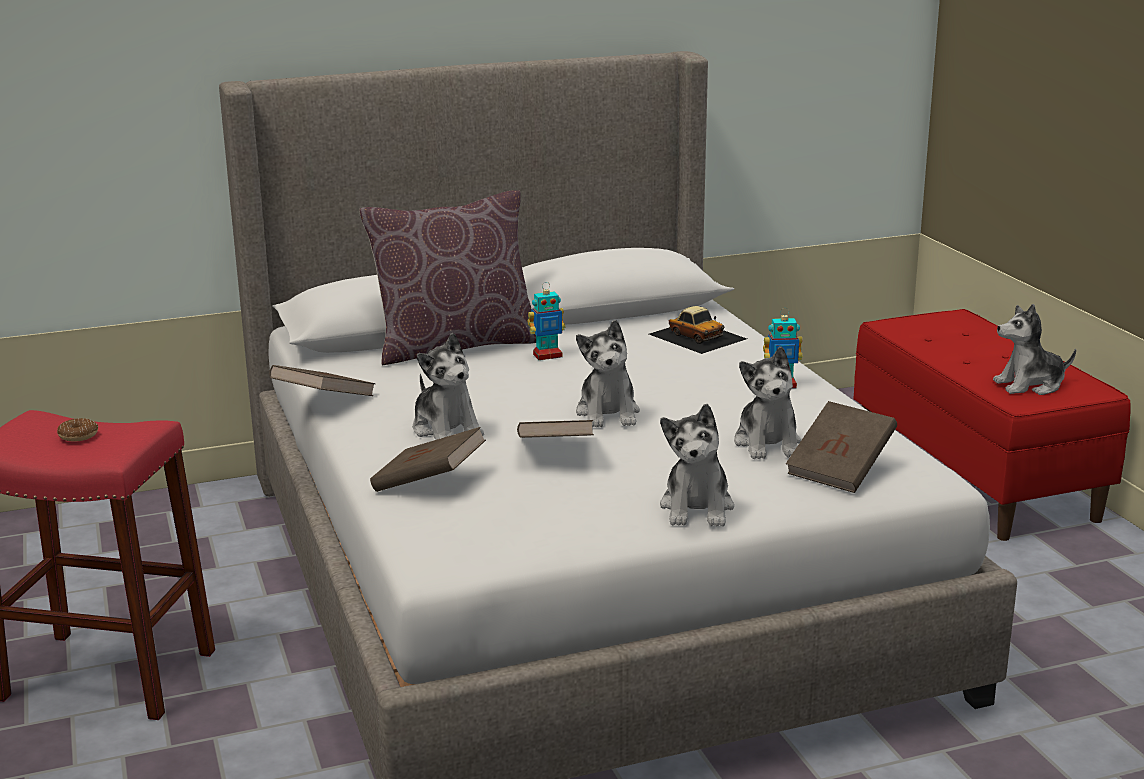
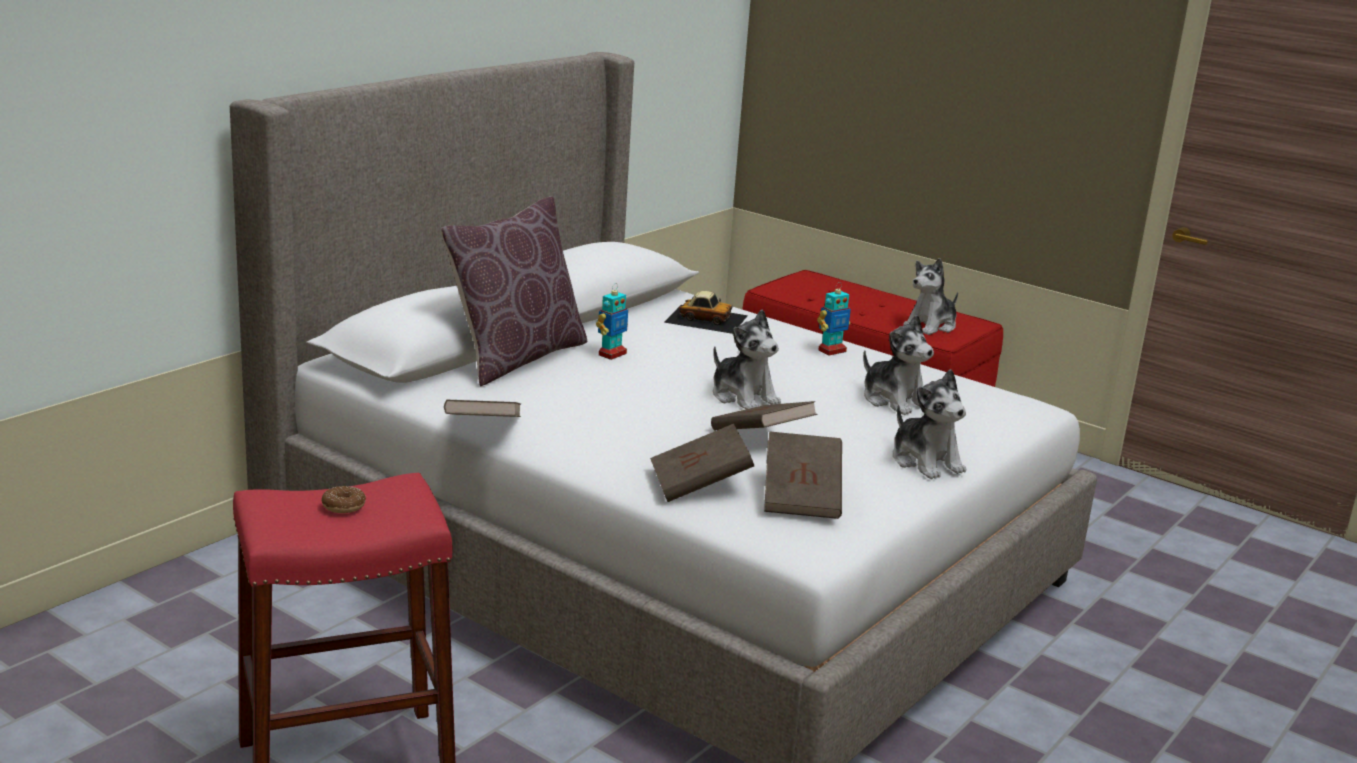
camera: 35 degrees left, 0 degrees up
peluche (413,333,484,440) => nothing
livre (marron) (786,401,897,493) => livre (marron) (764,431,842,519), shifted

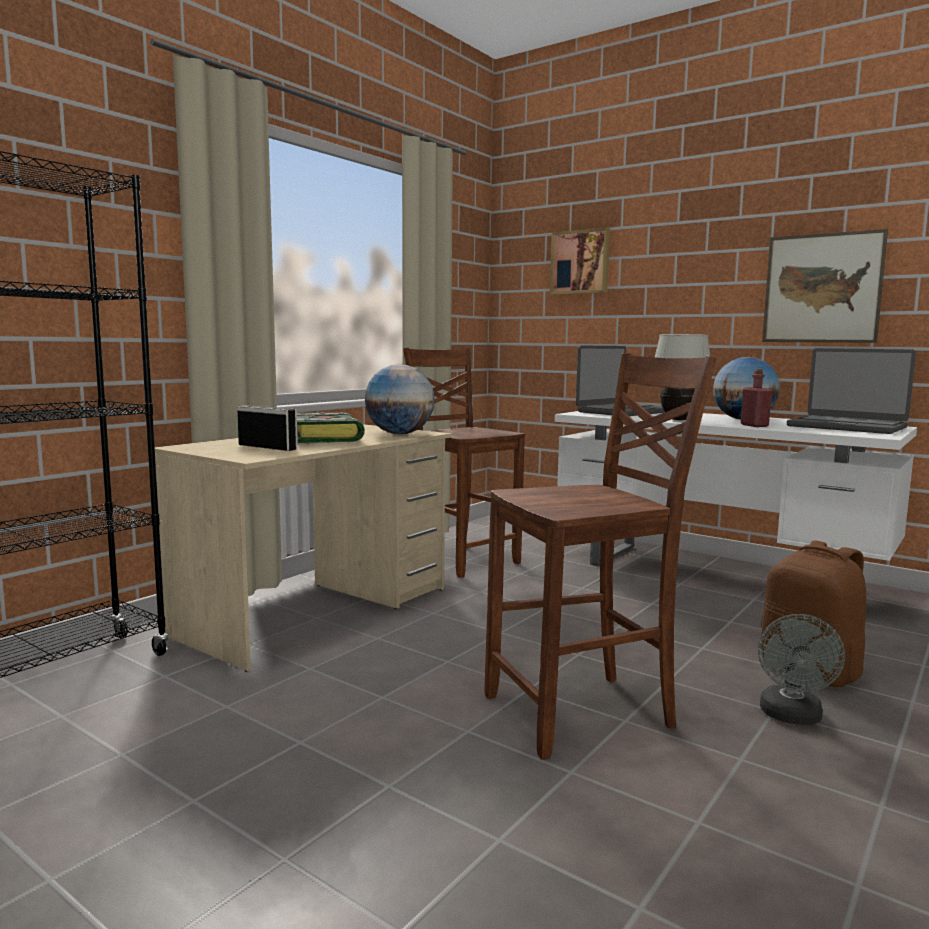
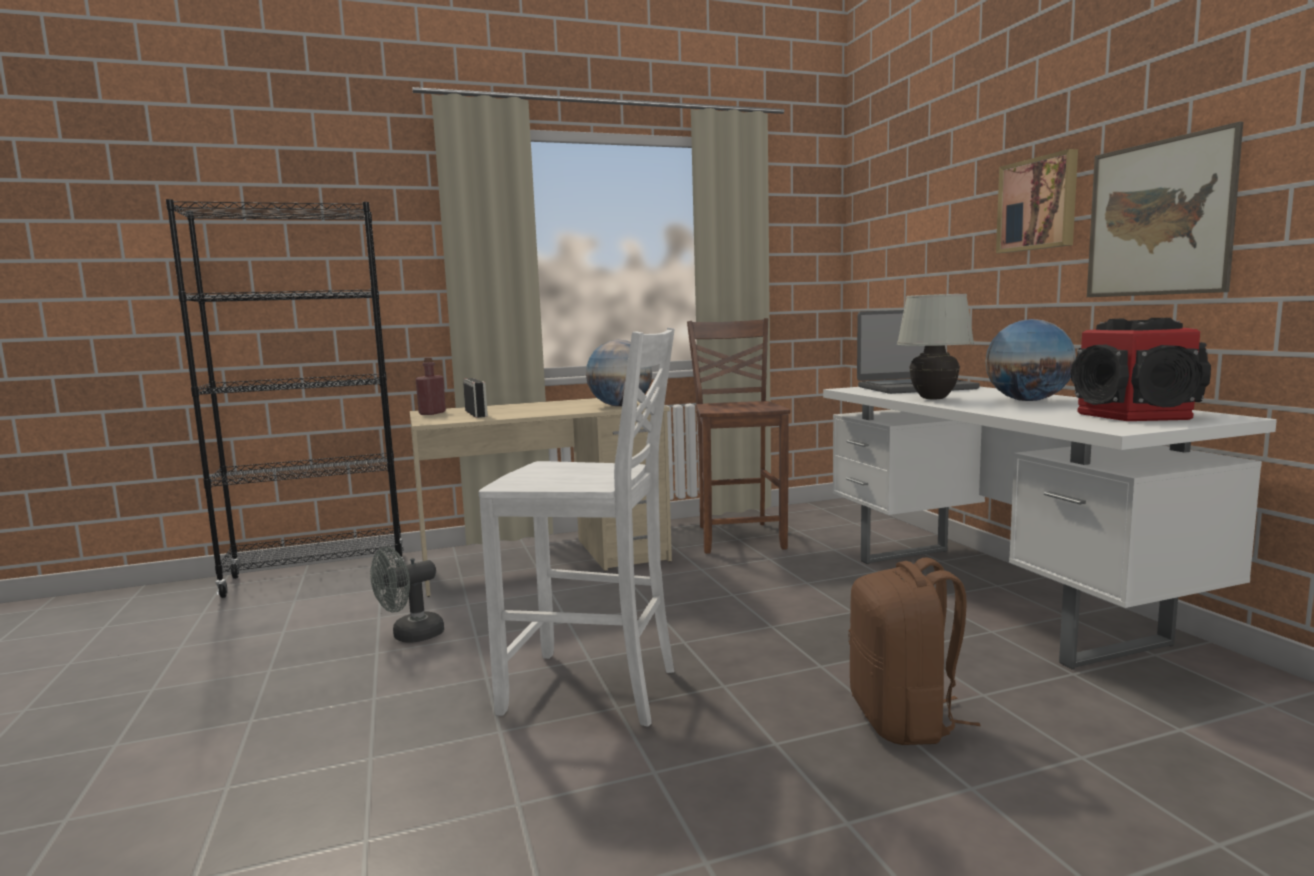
camera: 35 degrees right, 0 degrees up
livre (297,412,365,444) => nothing
tableau (550,228,610,294) => tableau (996,149,1078,253), shifted
bouteille (rouge) (741,369,772,427) => bouteille (rouge) (416,357,446,415), shifted
ventilateur (gris) (758,614,845,725) => ventilateur (gris) (370,547,444,643), shifted
ordinateur portable (787,348,916,434) => enceinte (1071,318,1211,421)
chaise (marron) (485,353,716,760) => chaise (blanc) (479,328,674,727)

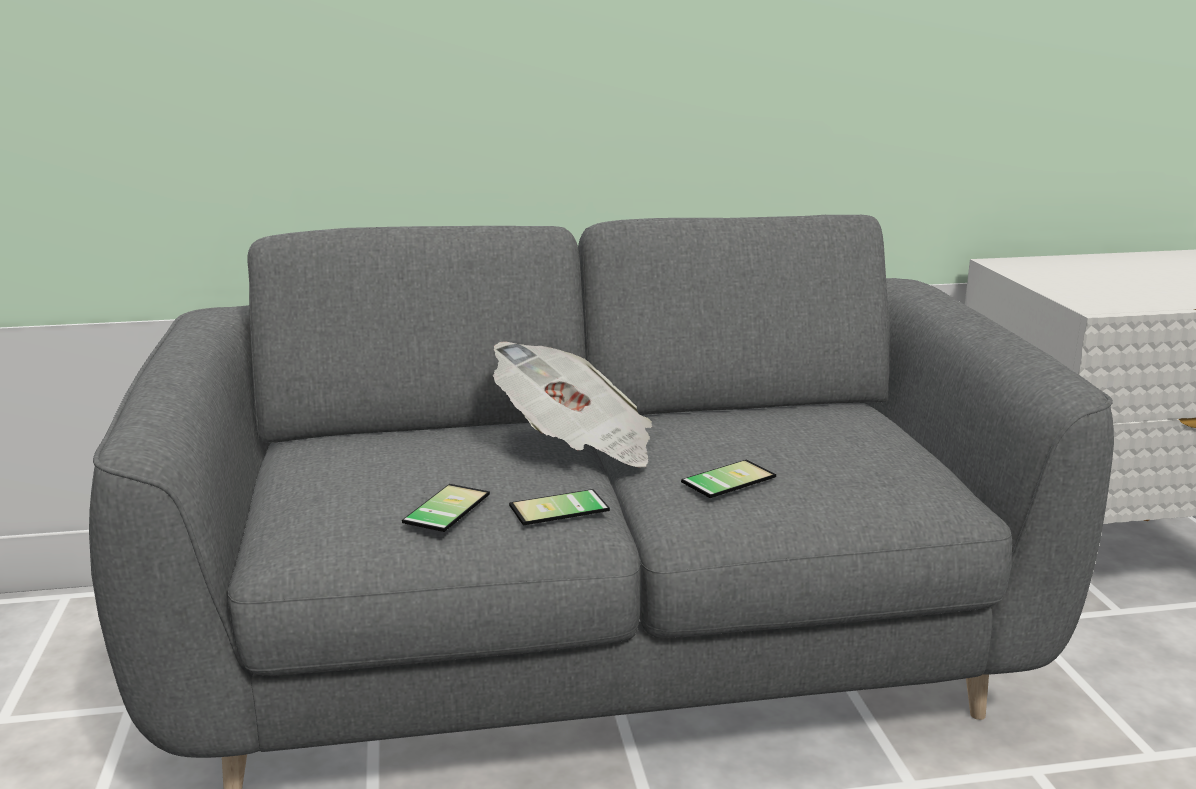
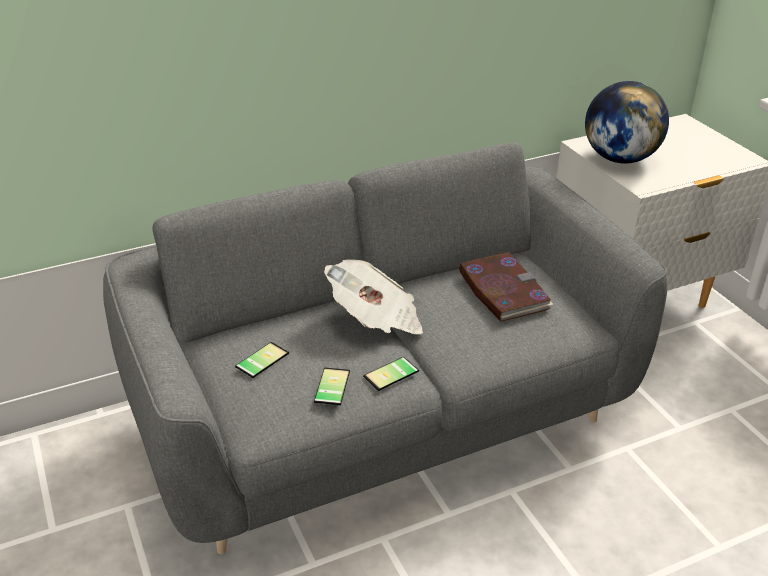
camera: 15 degrees left, 15 degrees up
nothing => livre (459,252,554,322)
nothing => globe (585,81,669,164)
téléphone (681,460,776,498) => téléphone (235,342,289,378), shifted

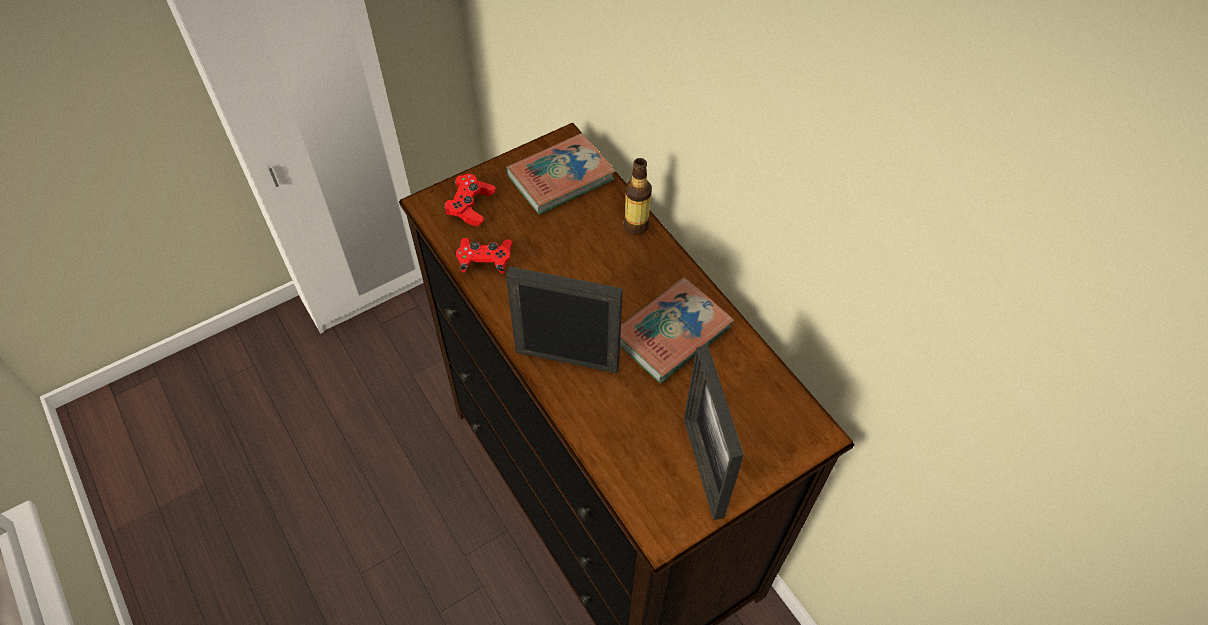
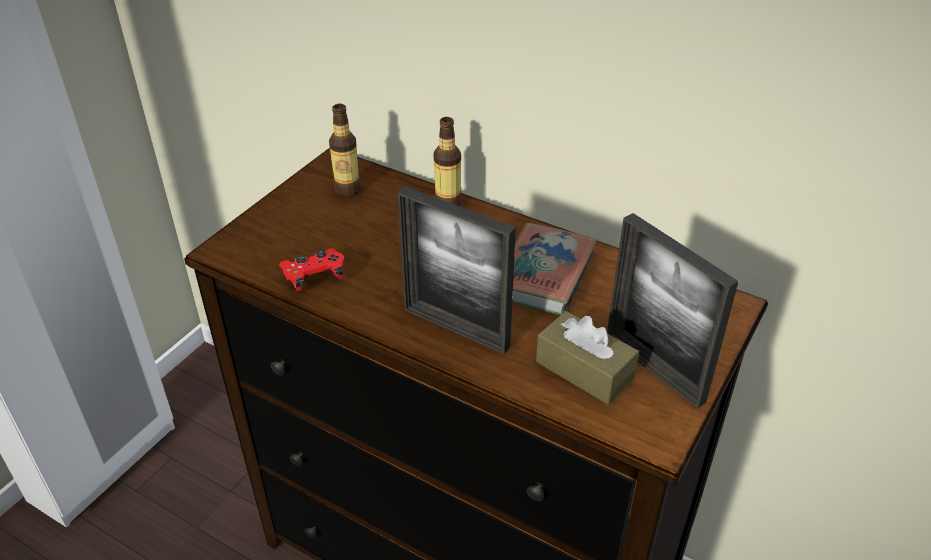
camera: 25 degrees left, 15 degrees down
manette (rouge) (443,174,496,226) => nothing
nothing => boîte à mouchoirs (marron) (536,311,639,404)
livre (506,133,615,215) => bouteille (329,104,361,197)
cadre photo (506,266,623,373) => cadre photo (398,186,516,354), 135 degrees counterclockwise

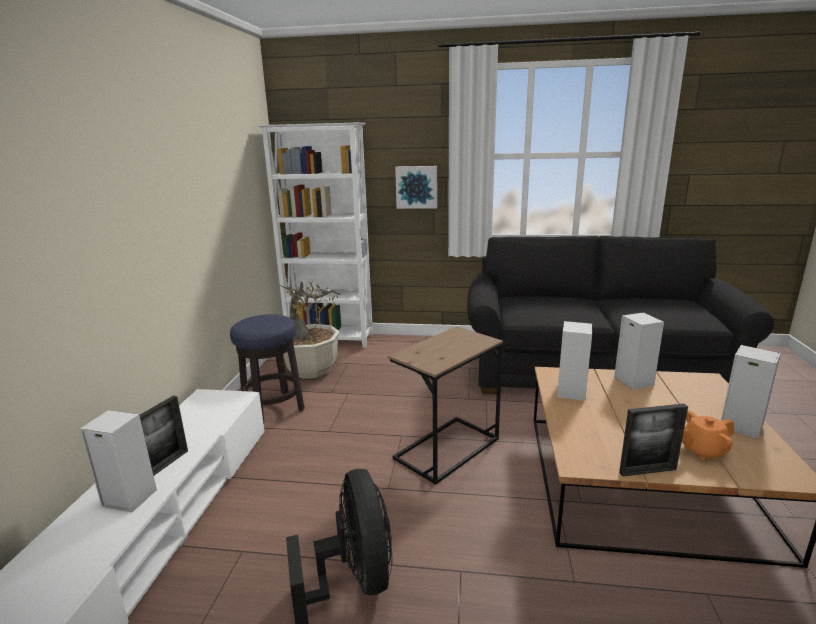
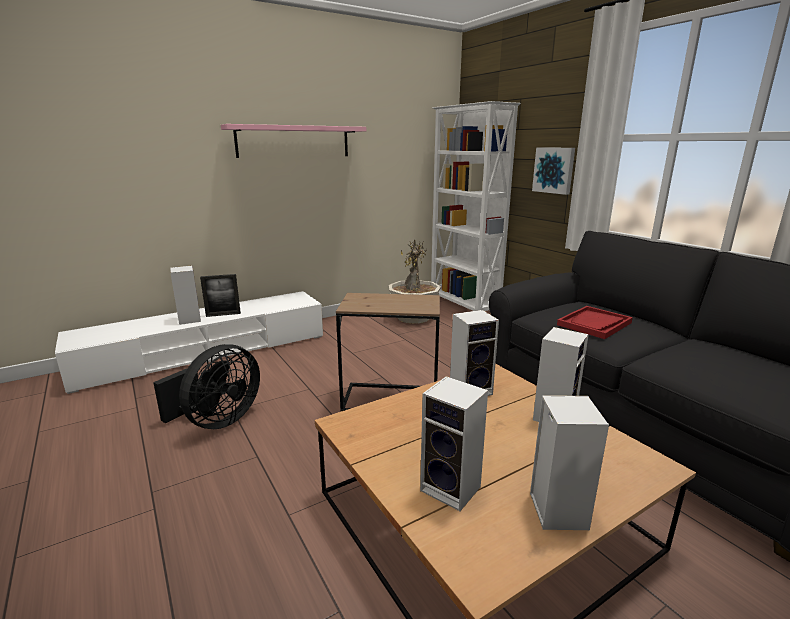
camera: 50 degrees right, 0 degrees up
tabouret (230,314,304,423) => nothing
cadre photo (619,404,688,477) => nothing
nothing => étagère (rose) (221,124,366,158)
nothing => plateau (rouge) (557,306,633,339)
théière (orange) (682,411,734,461) => enceinte (420,376,488,511)

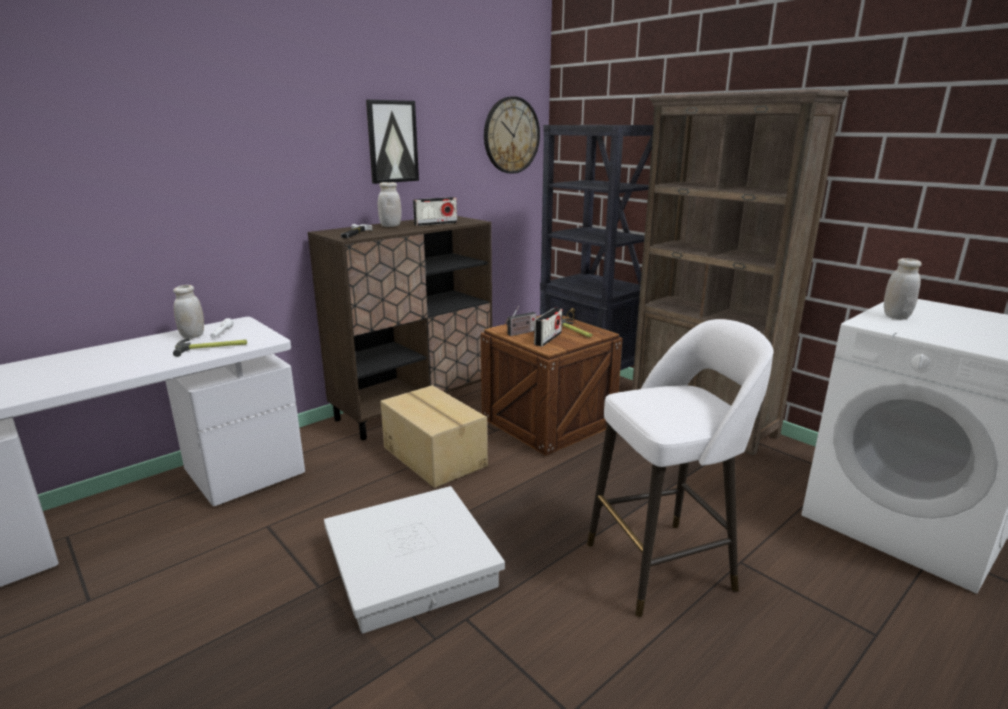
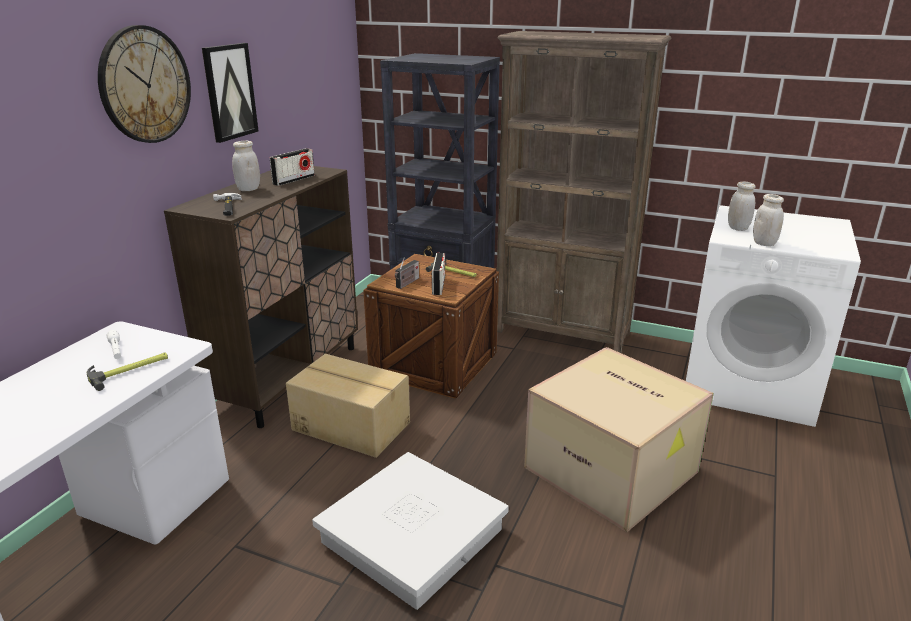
camera: 25 degrees left, 5 degrees up
bocal (blanc) (173,285,204,339) => bocal (blanc) (753,194,784,246), shifted
horloge murale (484,96,540,174) => horloge murale (98,25,191,143), shifted
tabouret (blanc) (587,319,773,617) => carton (524,347,714,532)

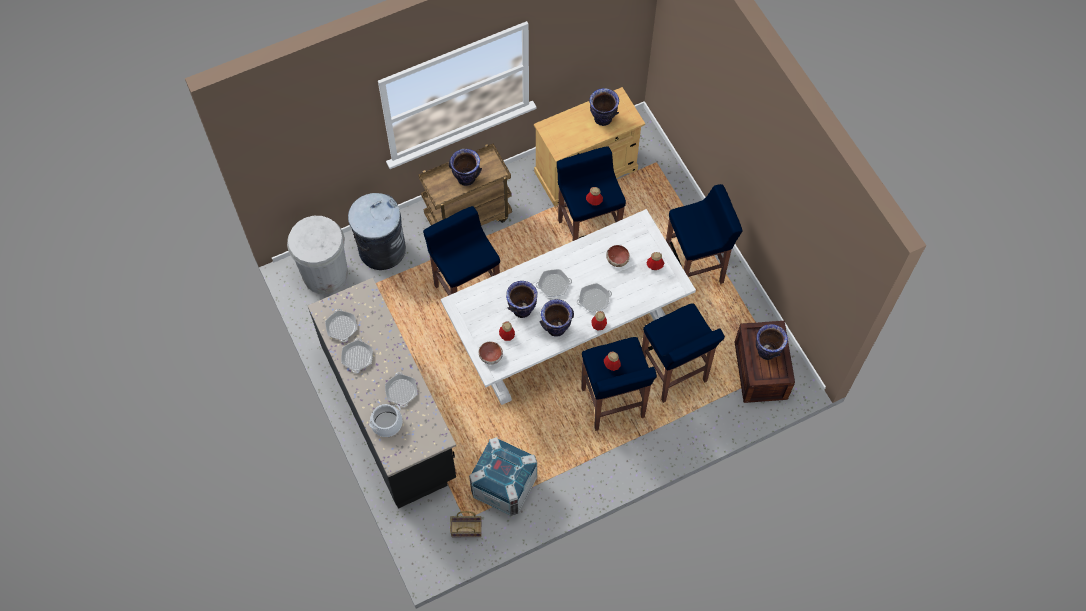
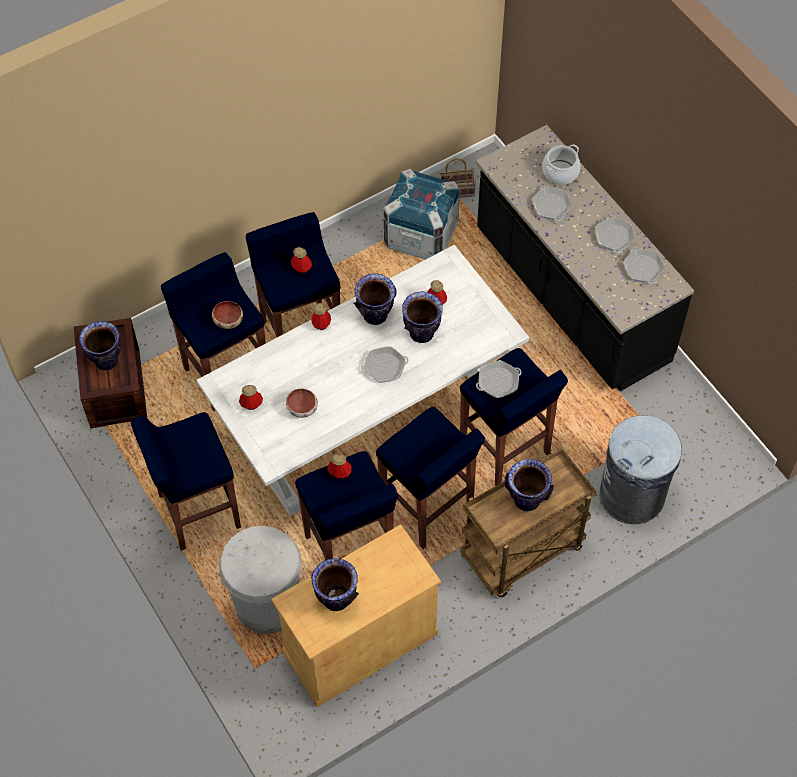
camera: 175 degrees right, 5 degrees down
nothing => tabouret (bleu) (376,407,485,549)
poubelle (blanc) (287,216,348,294) => poubelle (blanc) (219,526,302,634), shifted
bol (479,342,503,364) => bol (212,301,243,329), shifted
poêle (577,283,612,312) => poêle (476,360,521,398), shifted

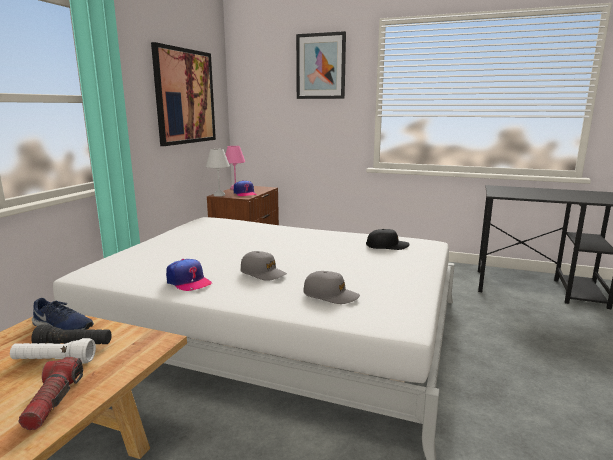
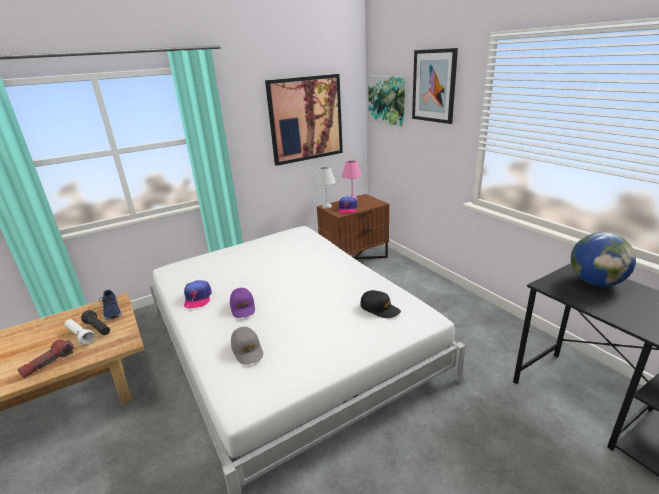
camera: 40 degrees right, 10 degrees up
nothing => tableau (368,76,405,127)
nothing => globe (571,232,636,286)
casquette (gris) (241,251,287,281) => casquette (violet) (230,288,255,318)

